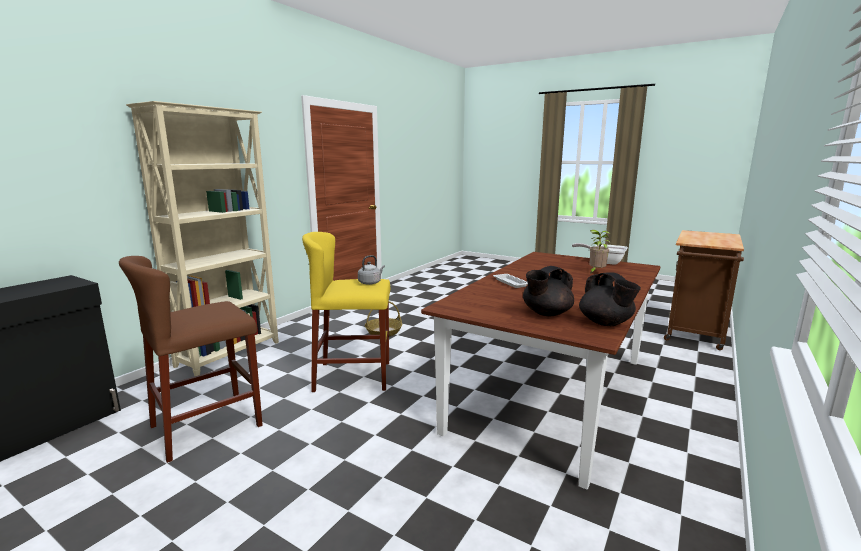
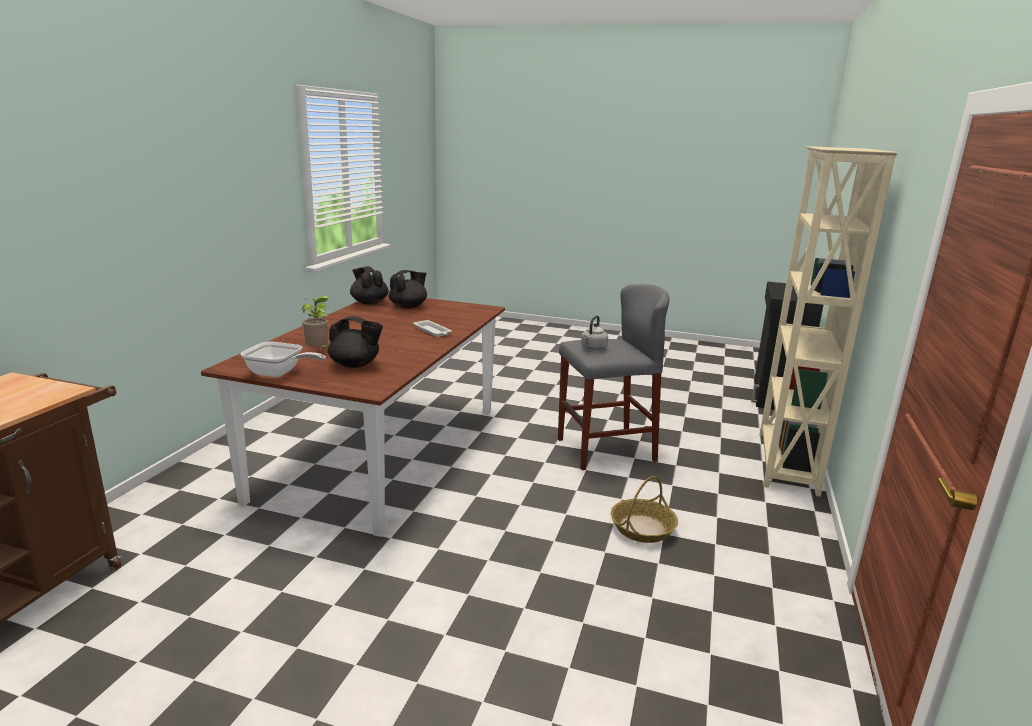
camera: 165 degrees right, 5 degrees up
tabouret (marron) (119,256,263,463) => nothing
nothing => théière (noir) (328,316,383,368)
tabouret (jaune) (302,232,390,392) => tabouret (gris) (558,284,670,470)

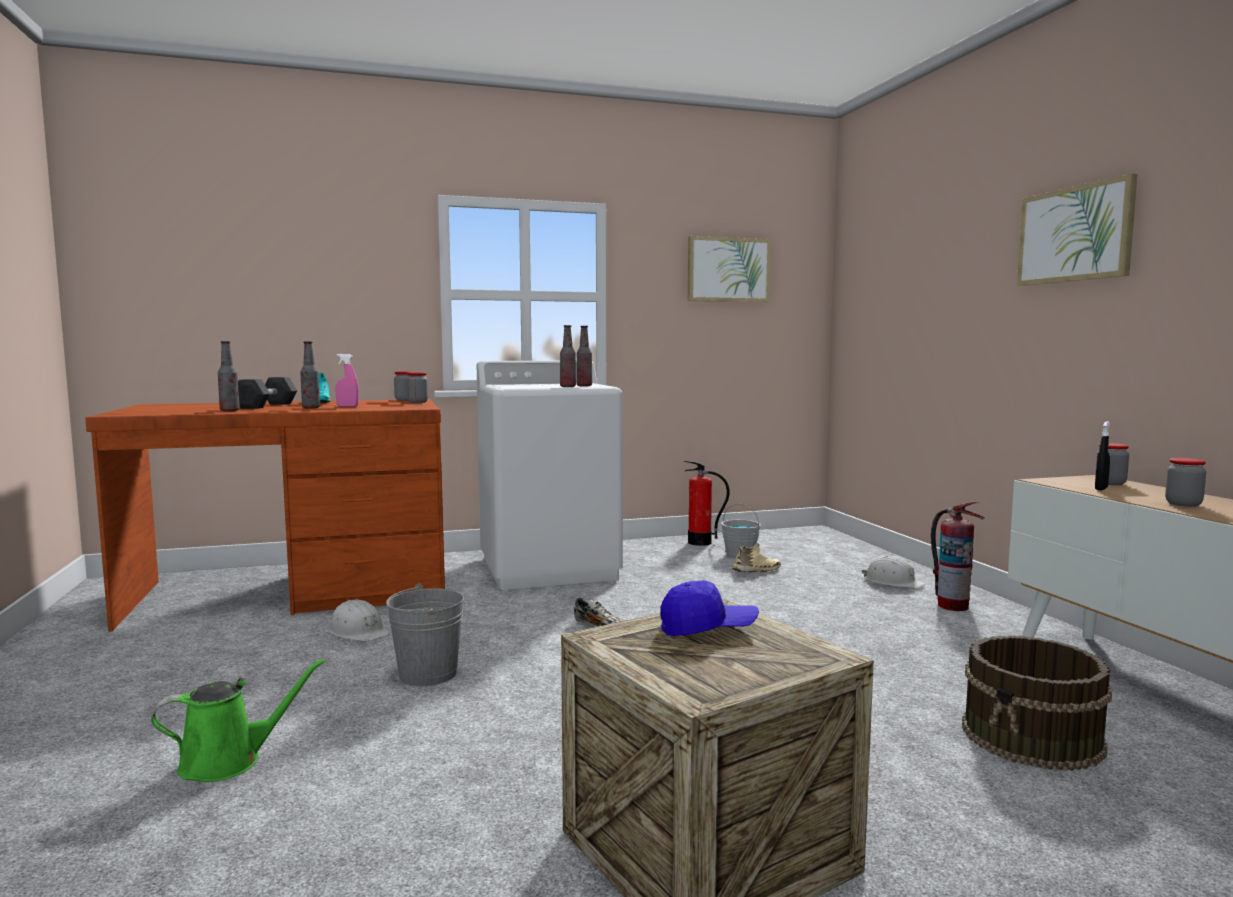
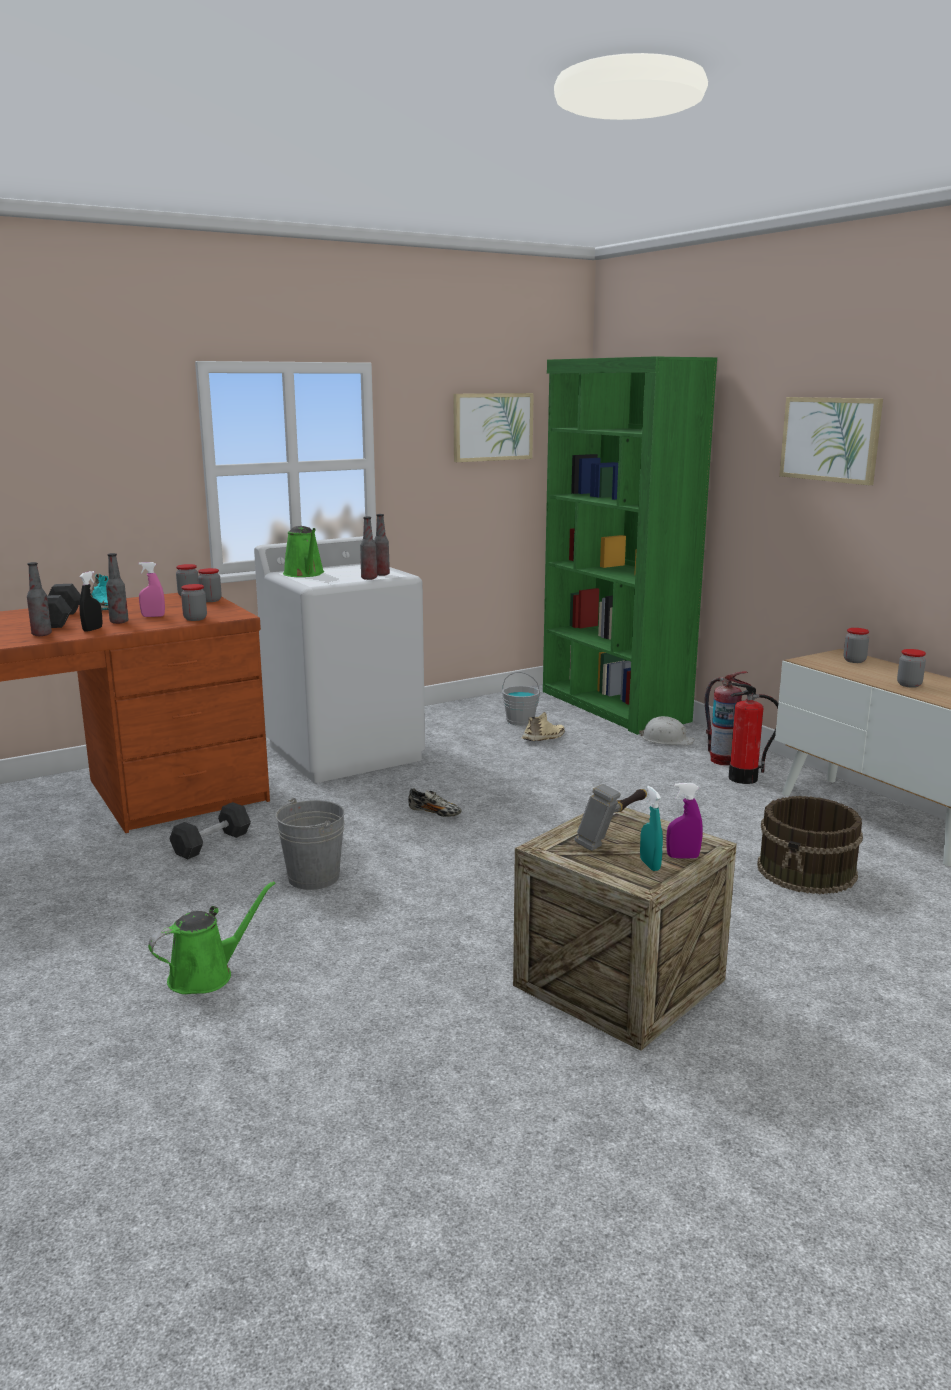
camera: 15 degrees left, 10 degrees up
nothing => bocal (181,584,207,621)
nothing => arrosoir (vert) (283,526,324,577)
nothing => bibliothèque (vert) (543,356,717,735)
nothing => vaporisateur (turquoise) (640,786,663,871)
nothing => vaporisateur (violet) (667,783,703,858)
extincteur (684,460,730,546) => extincteur (729,683,778,784), shifted
vaporisateur (noir) (1095,421,1110,490) => vaporisateur (noir) (79,571,103,632), shifted
casque de chantier (blanc) (328,600,390,642) => haltère (noir) (170,802,251,859)
casquette (bleu) (660,580,759,636) => marteau (574,784,647,851)

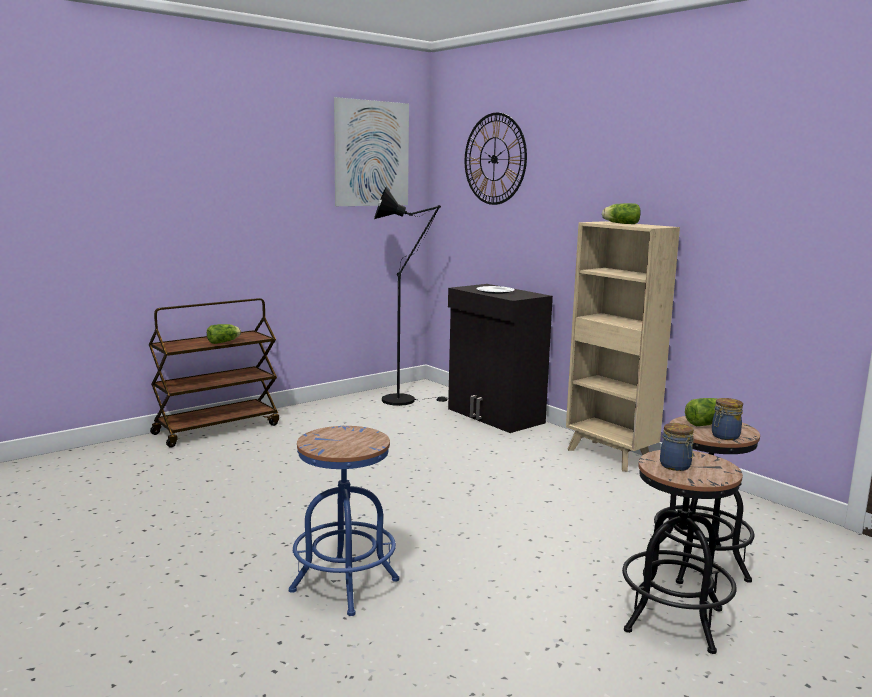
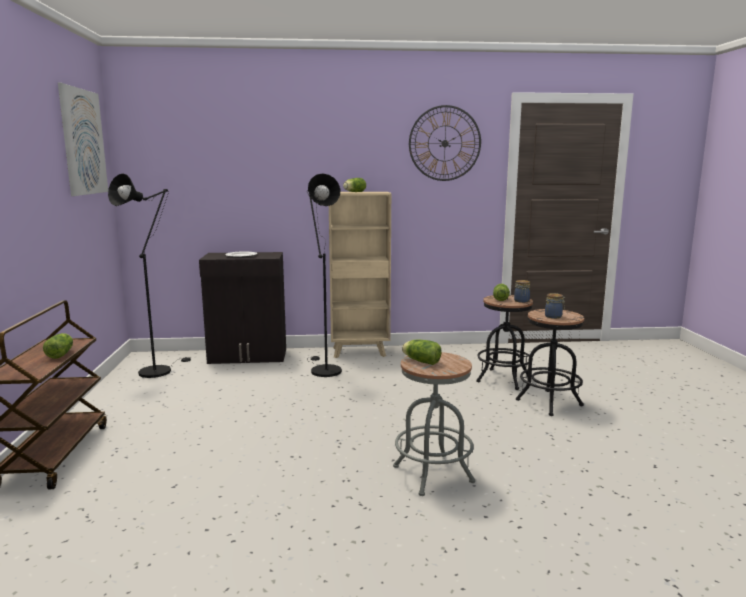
camera: 55 degrees left, 0 degrees up
nothing => lampadaire (noir) (307,173,342,377)
nothing => laitue (402,339,441,365)
horloge murale (465,113,527,205) => horloge murale (409,105,481,181), shifted
tabouret (bleu) (289,426,399,616) => tabouret (gris) (393,352,475,496)

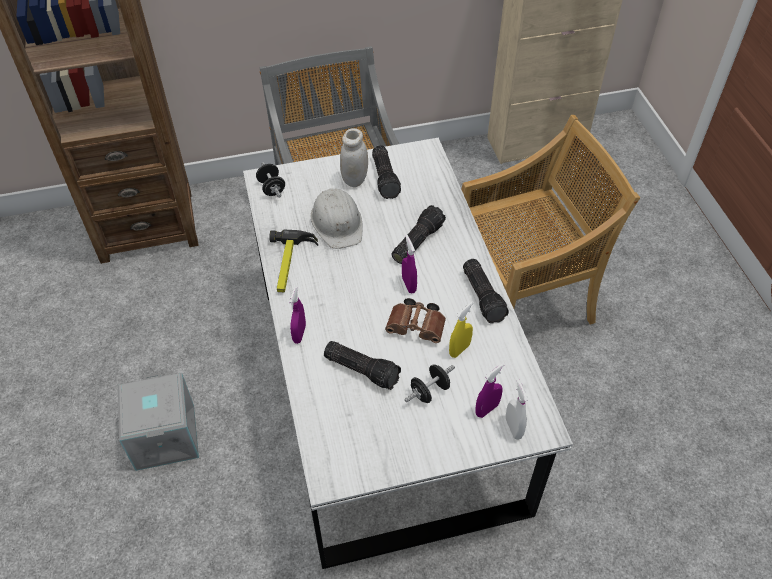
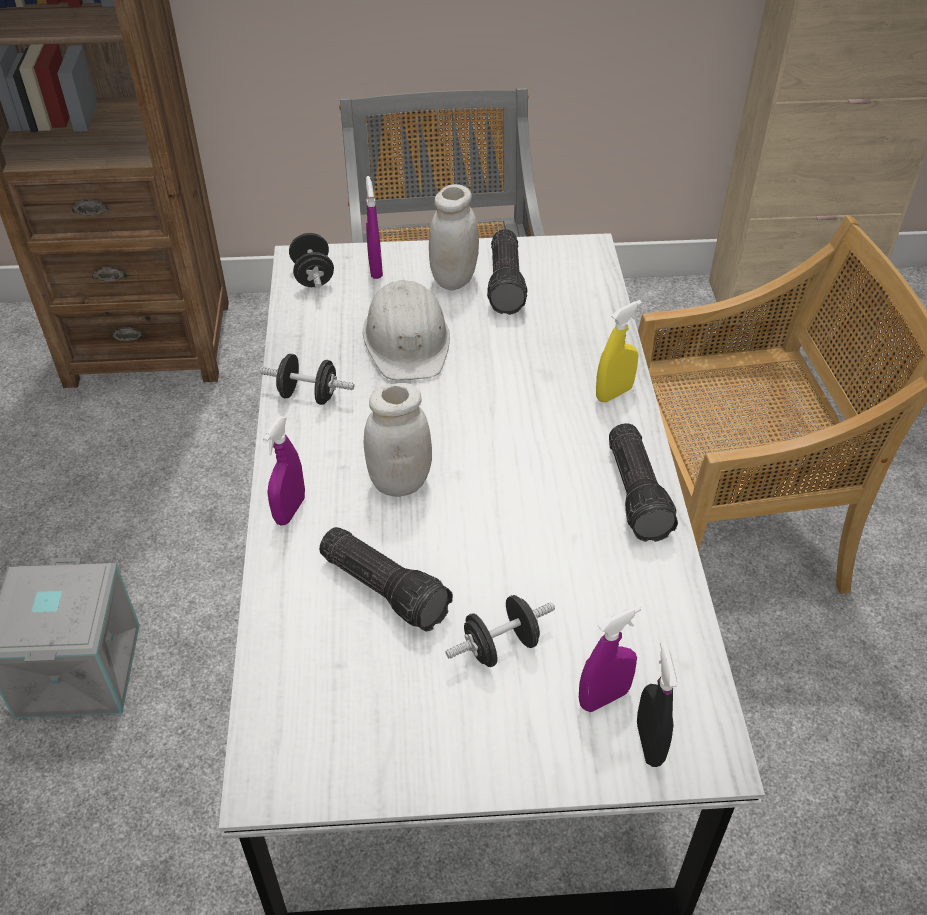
camera: 10 degrees right, 5 degrees down
jumelles (marron) (385,298,446,343) => nothing
lampe de poche (391,205,446,264) => nothing
nothing => bocal (blanc) (364,383,432,497)
vaporisateur (violet) (402,235,417,293) => vaporisateur (violet) (366,176,383,279), shifted
vaporisateur (jaune) (449,302,473,358) => vaporisateur (jaune) (596,300,642,402), shifted
marteau (269,229,318,292) => haltère (noir) (259,354,355,405)
vaporisateur (blanc) (506,379,528,440) => vaporisateur (noir) (637,641,678,767)

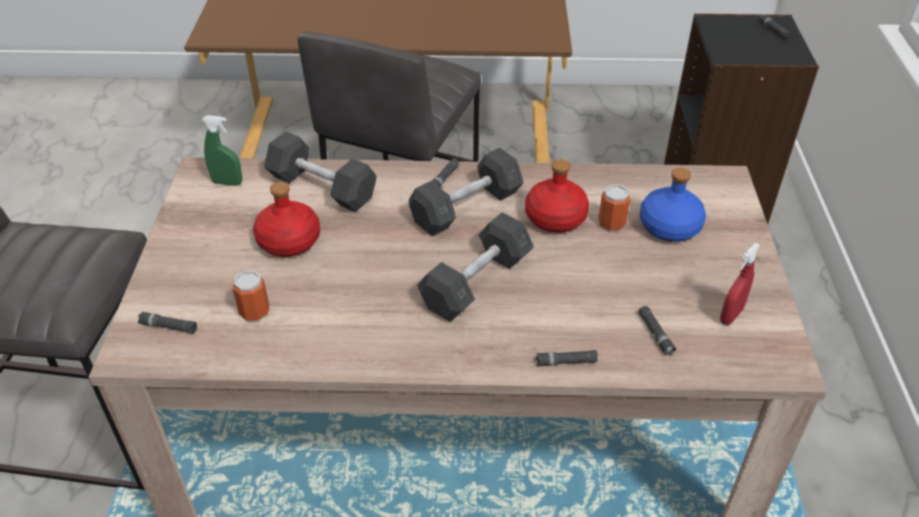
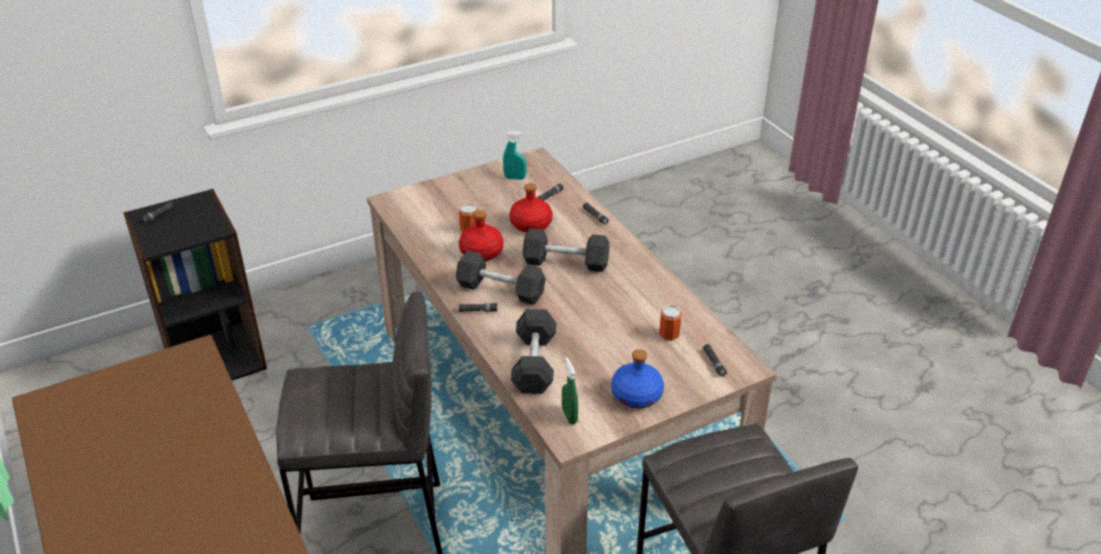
camera: 120 degrees left, 5 degrees down
bouteille (rouge) (253,182,320,257) => bouteille (rouge) (509,183,552,232), shifted
bouteille (bleu) (640,168,706,242) => bouteille (bleu) (611,349,664,408), shifted
vaporisateur (rouge) (720,243,760,325) => vaporisateur (turquoise) (503,131,527,180)

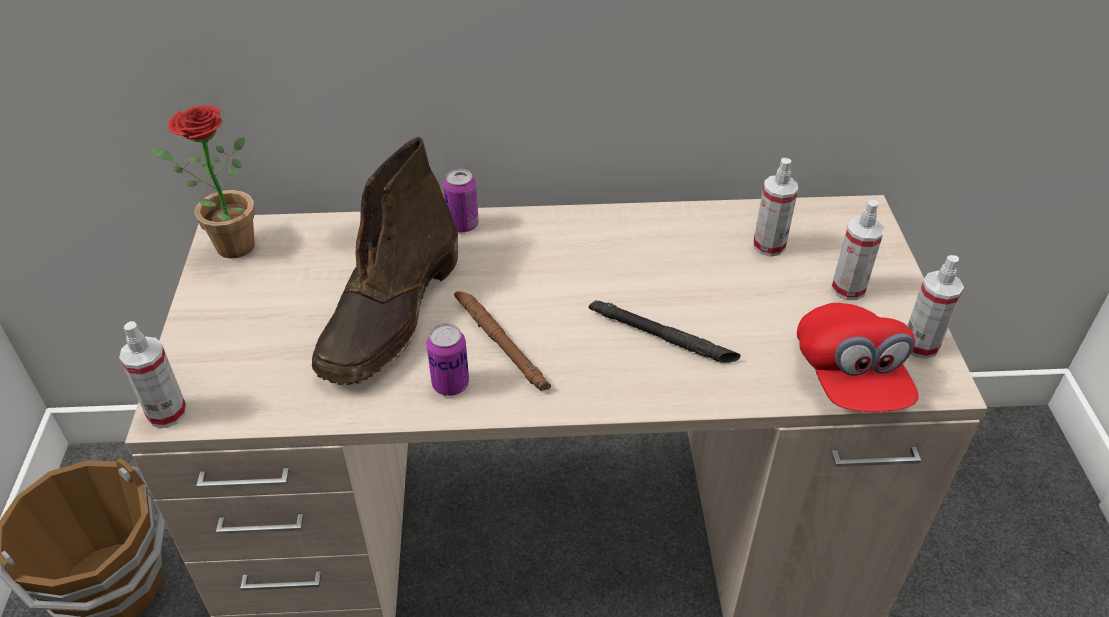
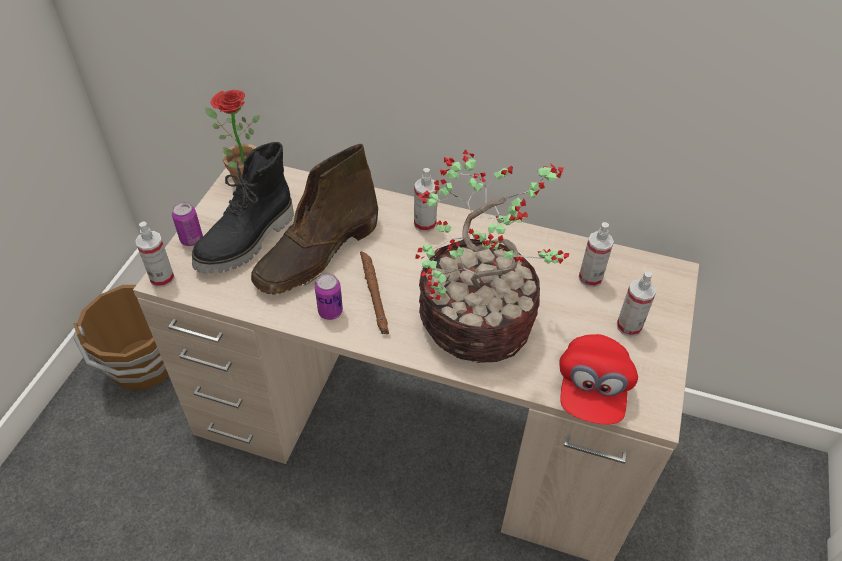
camera: 20 degrees right, 5 degrees up
nothing => botte (noir) (192,142,294,274)
boîte métallique (443,169,479,233) => boîte métallique (172,202,203,246), shifted
vaporisateur (907,255,964,359) => vaporisateur (414,168,438,232), shifted
lampe de poche (noir) (589,300,740,363) => plante en pot (415,149,569,363)

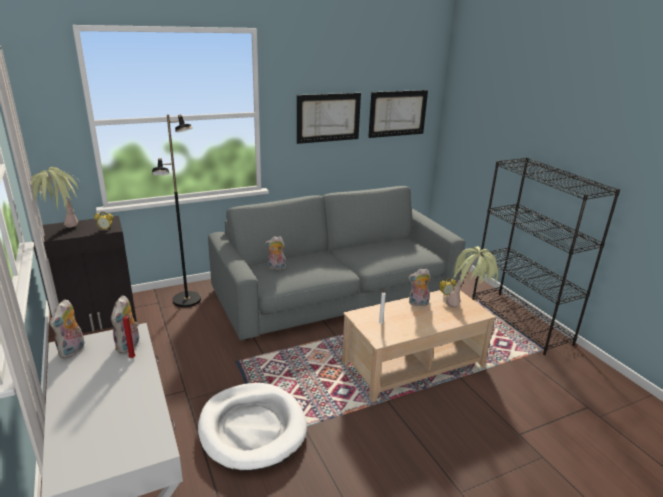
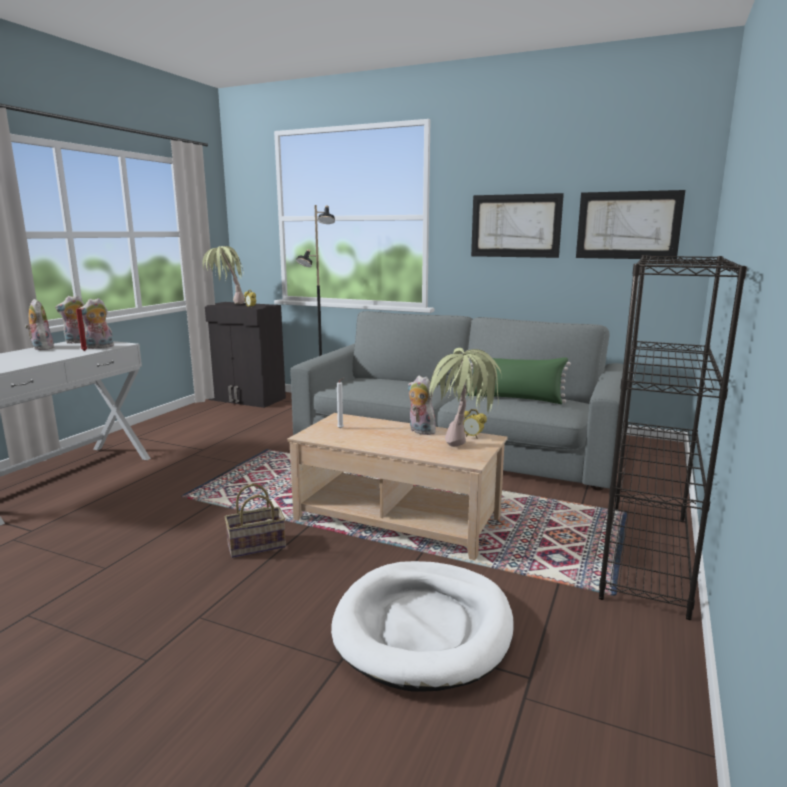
camera: 50 degrees right, 10 degrees down
nothing => panier (225,484,286,558)
nothing => coussin (vert) (467,357,571,404)
panier pour chien (blanc) (198,383,307,471) => panier pour chien (blanc) (331,561,514,692), shifted
peluche (265,236,286,270) => peluche (25,299,54,350), shifted

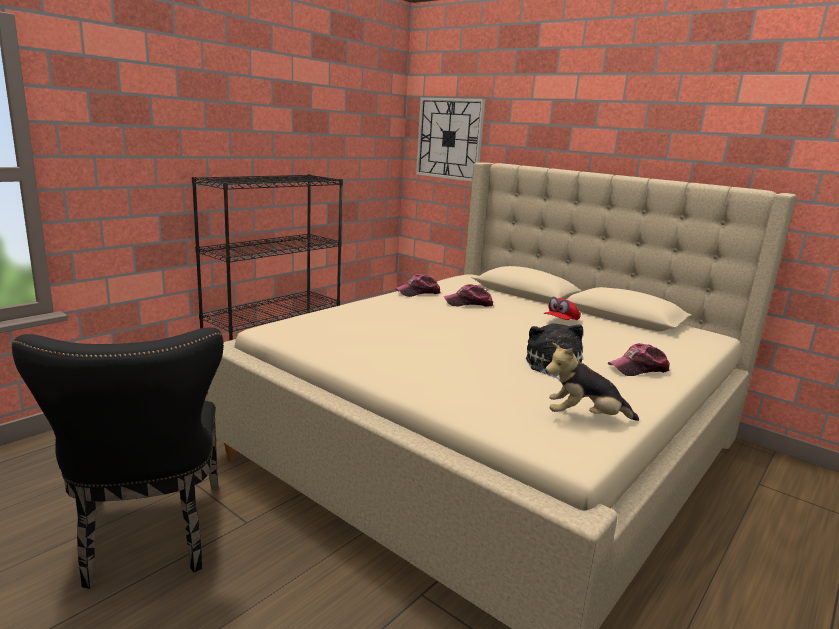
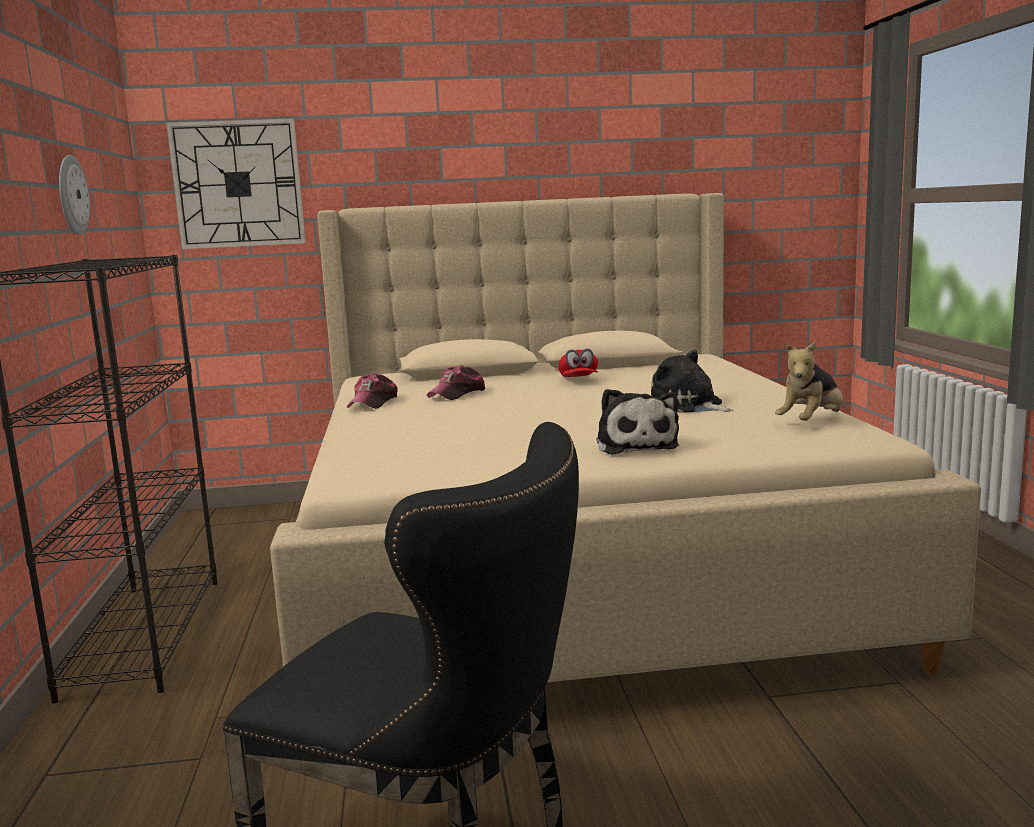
camera: 45 degrees left, 5 degrees down
casquette (608,343,670,376) => nothing
nothing => horloge murale (59,155,90,235)
nothing => peluche (597,389,679,455)

